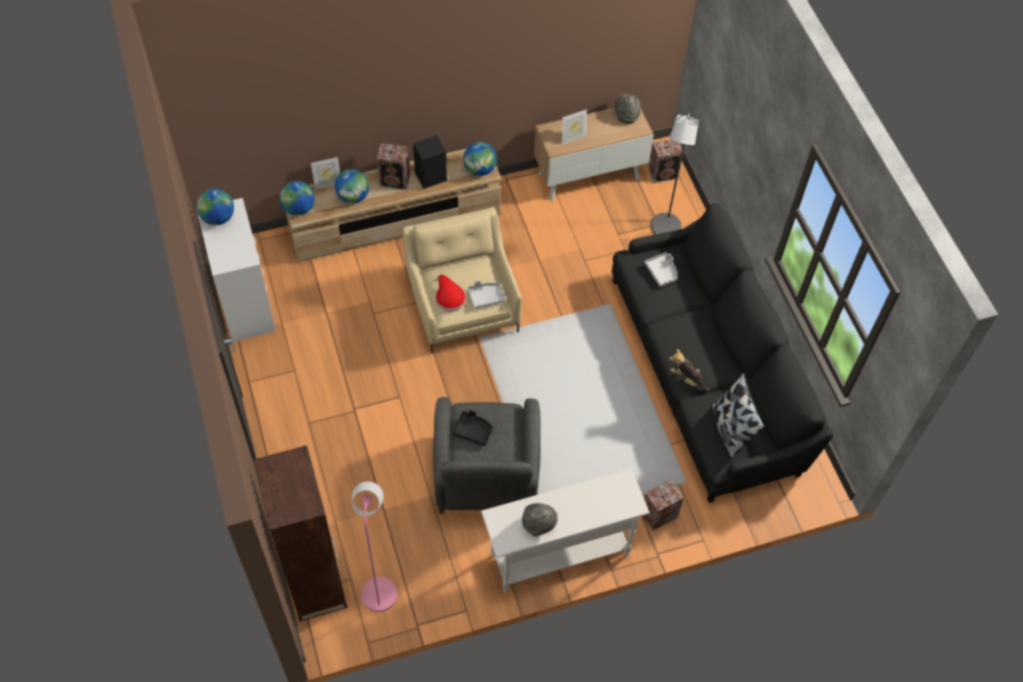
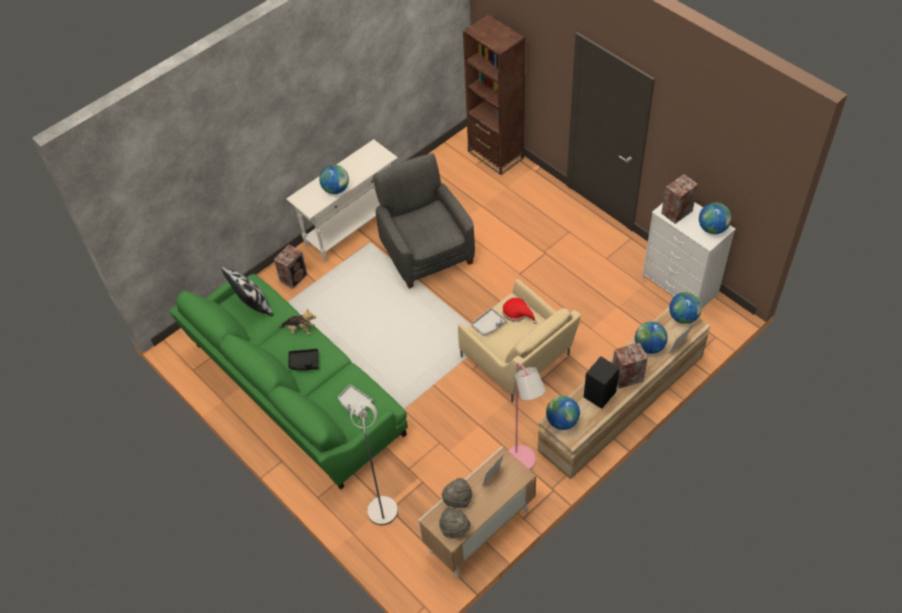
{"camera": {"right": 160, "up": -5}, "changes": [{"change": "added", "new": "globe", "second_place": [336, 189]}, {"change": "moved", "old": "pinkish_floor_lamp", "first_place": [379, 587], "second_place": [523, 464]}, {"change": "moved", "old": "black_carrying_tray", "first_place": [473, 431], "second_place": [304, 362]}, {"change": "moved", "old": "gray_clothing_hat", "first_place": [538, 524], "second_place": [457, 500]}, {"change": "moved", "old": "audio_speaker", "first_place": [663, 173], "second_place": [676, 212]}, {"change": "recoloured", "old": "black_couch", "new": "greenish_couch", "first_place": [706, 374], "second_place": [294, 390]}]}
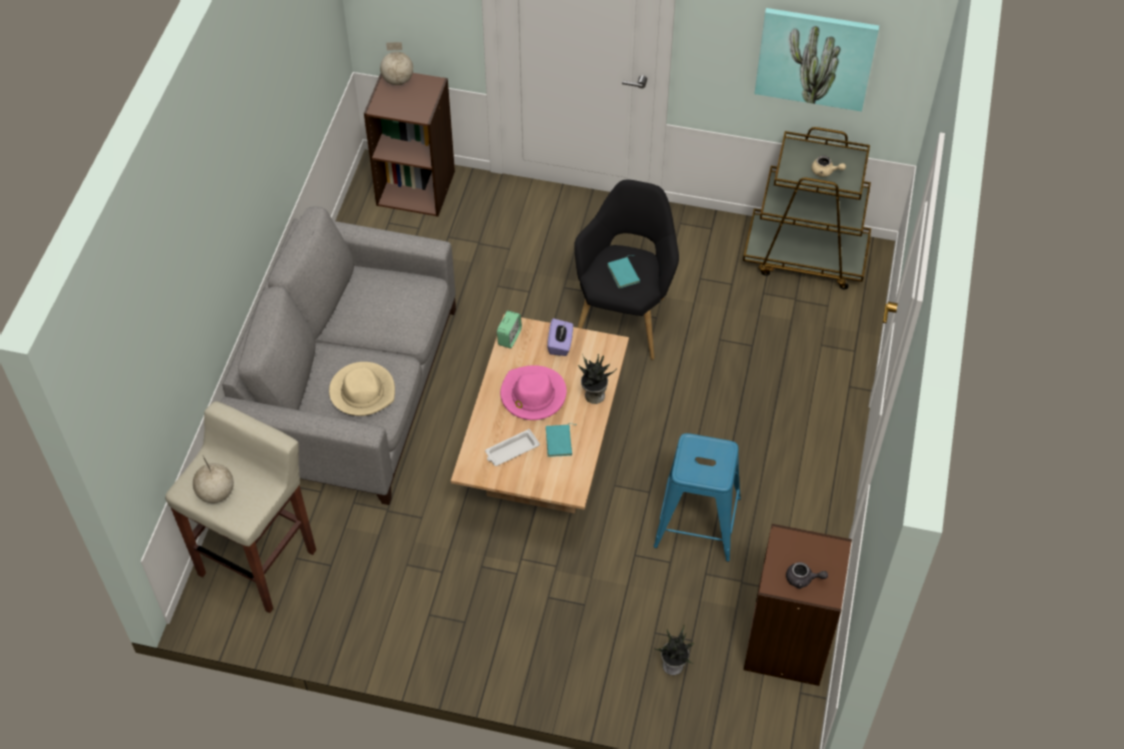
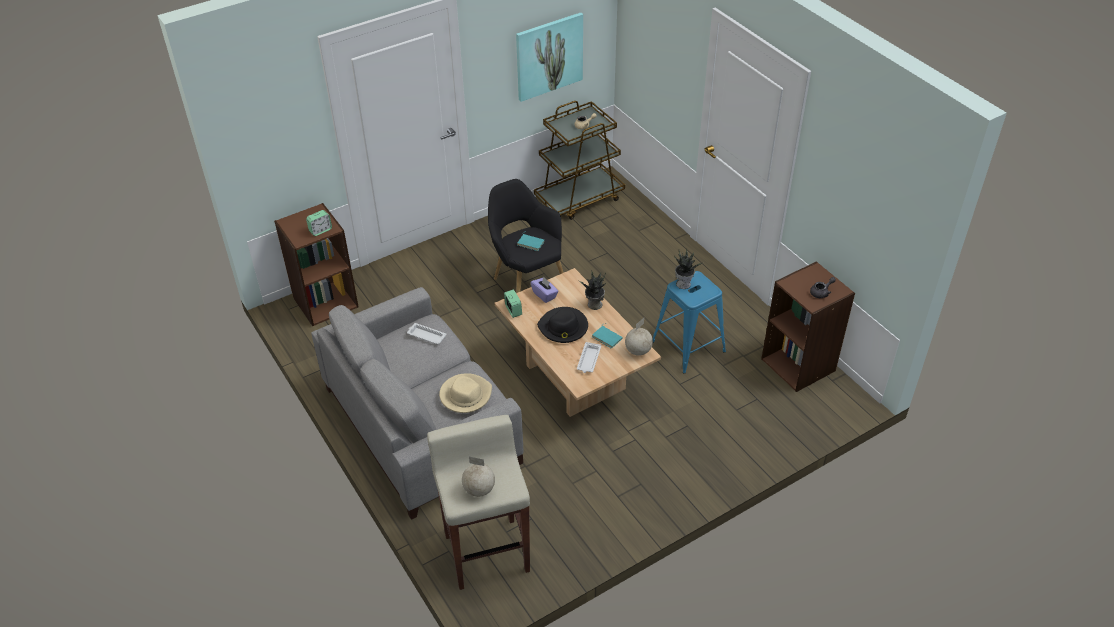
{"camera": {"right": -45, "up": -10}, "changes": [{"change": "added", "new": "table_clock", "second_place": [320, 230]}, {"change": "added", "new": "whitish_carrying_tray", "second_place": [426, 335]}, {"change": "moved", "old": "globe", "first_place": [397, 80], "second_place": [637, 351]}, {"change": "moved", "old": "potted_plant", "first_place": [674, 665], "second_place": [683, 283]}, {"change": "recoloured", "old": "pinkish_clothing_hat", "new": "black_clothing_hat", "first_place": [532, 395], "second_place": [563, 327]}]}
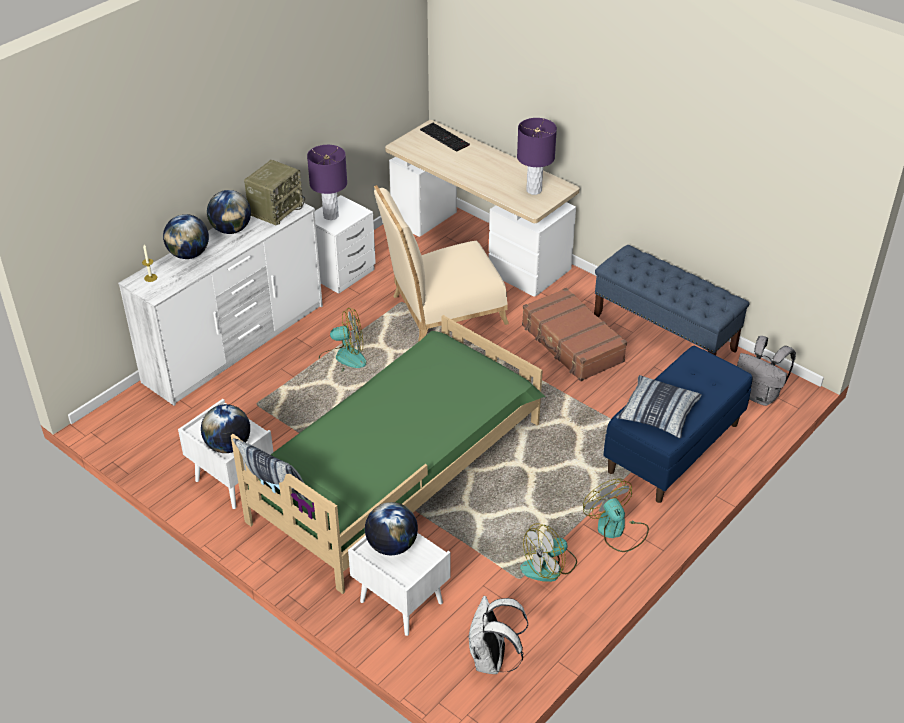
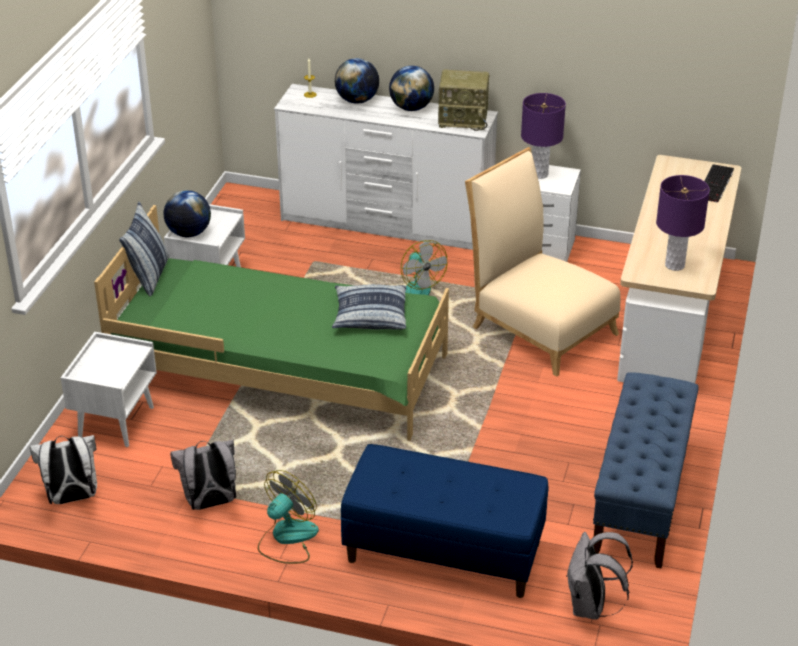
{"camera": {"right": 65, "up": -5}, "changes": [{"change": "removed", "old": "globe", "first_place": [391, 546]}, {"change": "removed", "old": "brown_piece_of_luggage", "first_place": [571, 344]}, {"change": "moved", "old": "cushion", "first_place": [658, 413], "second_place": [370, 315]}, {"change": "replaced", "old": "electric_fan", "new": "gray_backpack", "first_place": [549, 566], "second_place": [210, 503]}]}
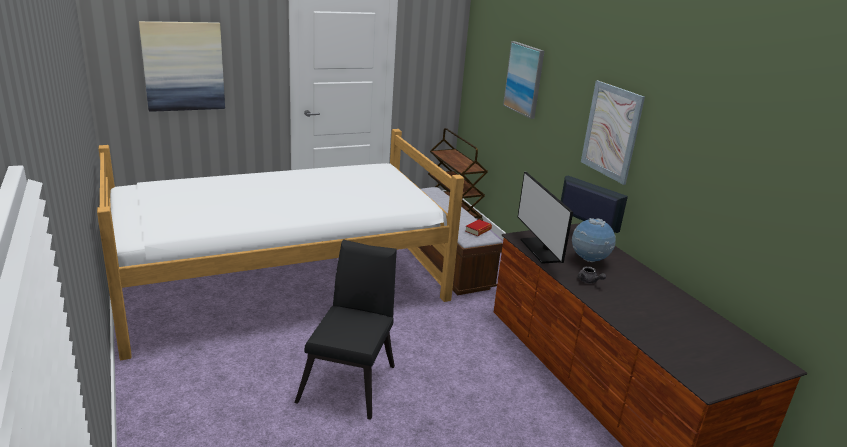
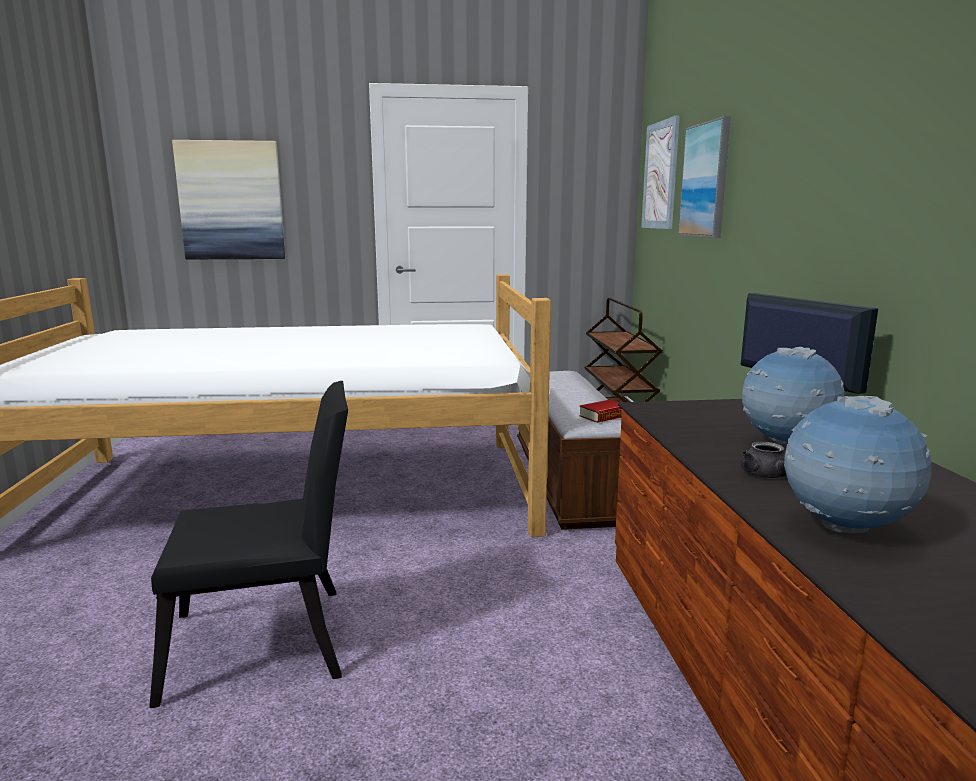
{"camera": {"right": 20, "up": -10}, "changes": [{"change": "removed", "old": "computer_screen", "first_place": [541, 250]}, {"change": "added", "new": "globe", "second_place": [844, 529]}, {"change": "moved", "old": "wall_art", "first_place": [611, 131], "second_place": [660, 175]}, {"change": "turned", "old": "black_chair", "first_place": [351, 379], "second_place": [270, 644], "degrees": 45}]}
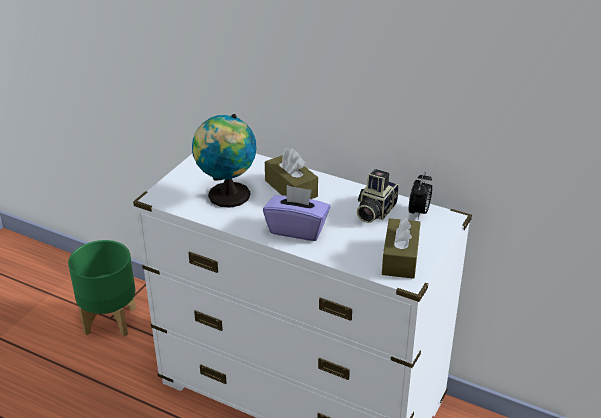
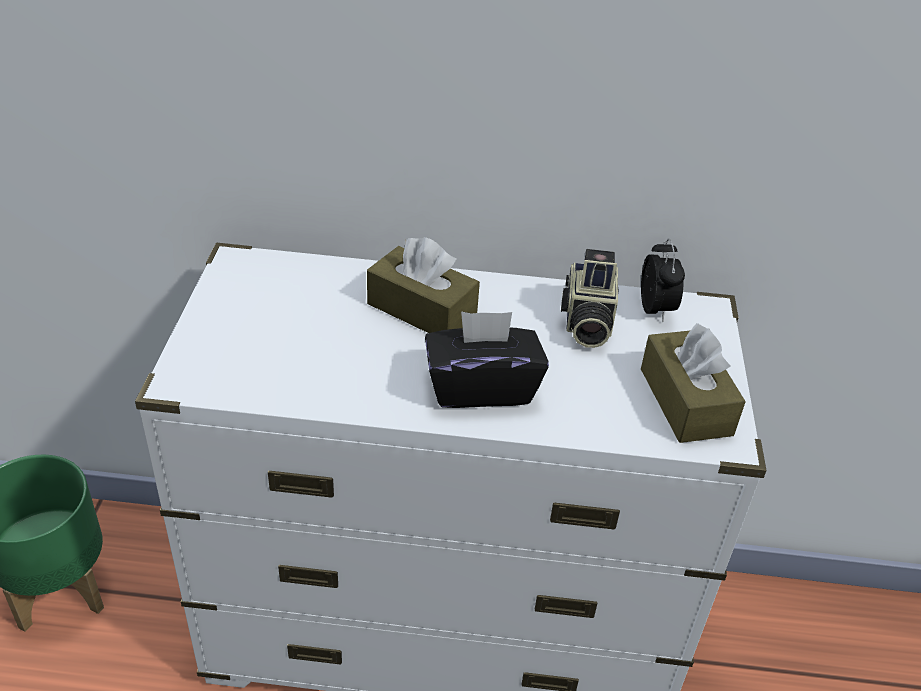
{"camera": {"right": -25, "up": 5}, "changes": [{"change": "removed", "old": "globe", "first_place": [226, 196]}, {"change": "recoloured", "old": "purplish_tissue_holder", "new": "black_tissue_holder", "first_place": [297, 229], "second_place": [481, 387]}]}
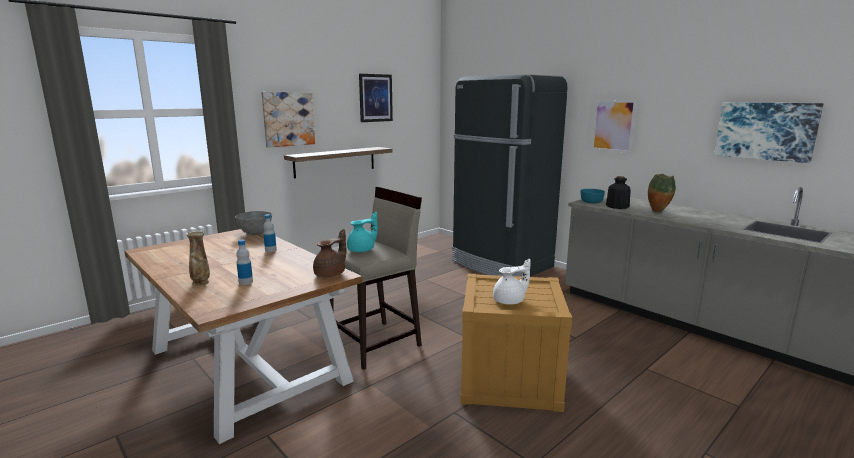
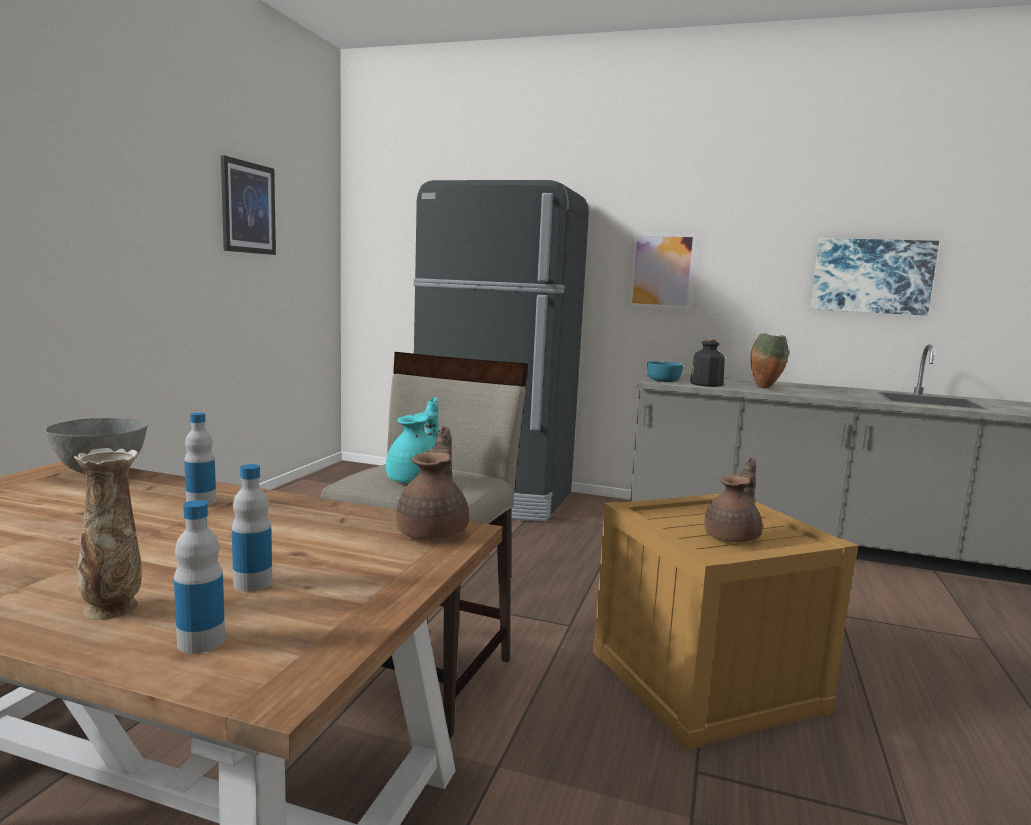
{"camera": {"right": -30, "up": -5}, "changes": [{"change": "removed", "old": "wall_art", "first_place": [288, 119]}, {"change": "removed", "old": "bracket_shelf", "first_place": [335, 162]}, {"change": "added", "new": "drink_bottle", "second_place": [201, 641]}, {"change": "recoloured", "old": "whitish_tea_pot", "new": "brown_tea_pot", "first_place": [510, 301], "second_place": [733, 537]}]}
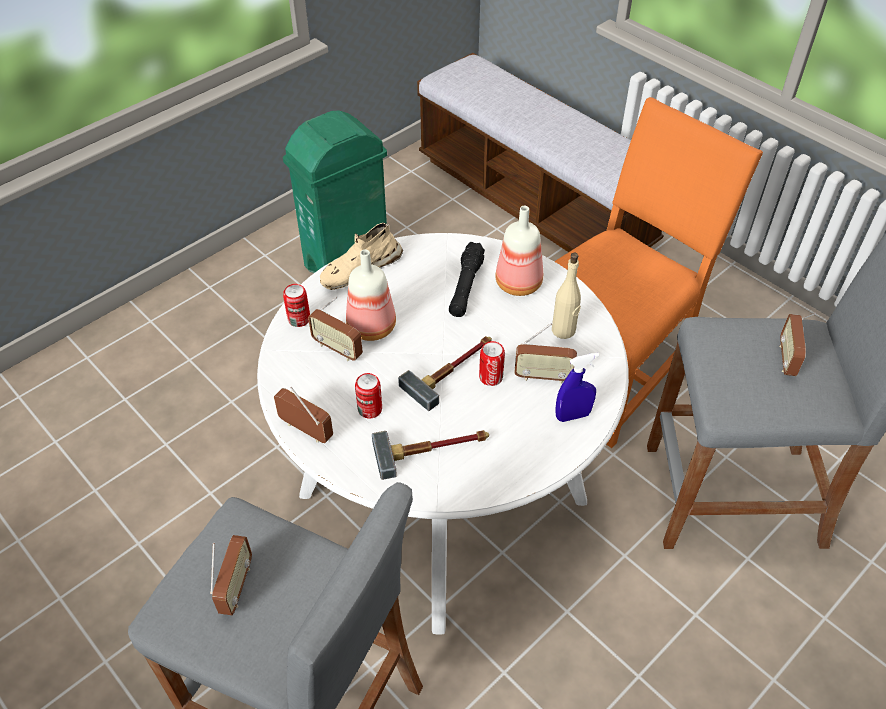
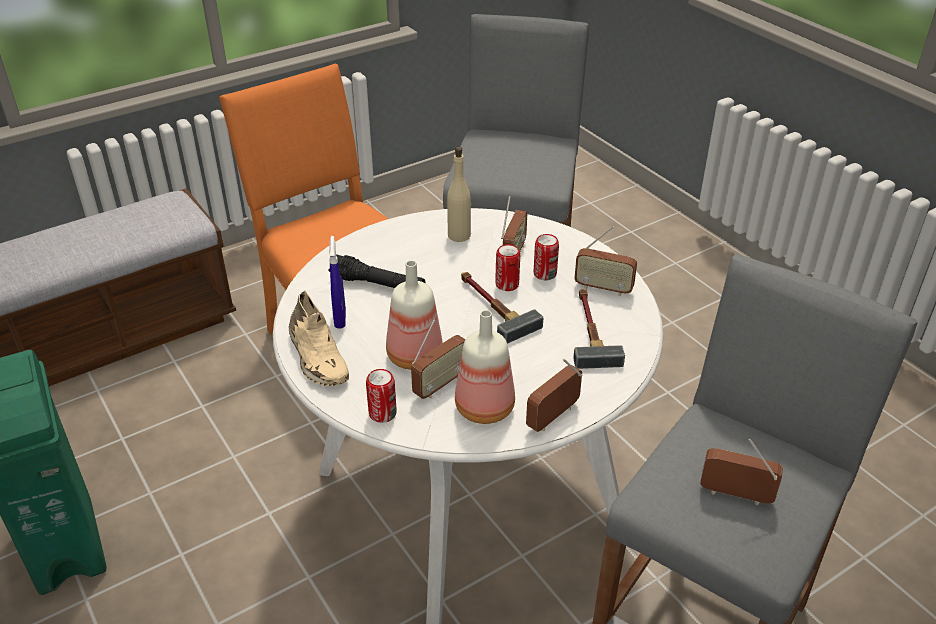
{"camera": {"right": -80, "up": -10}, "changes": [{"change": "moved", "old": "metal_can", "first_place": [370, 409], "second_place": [545, 274]}, {"change": "moved", "old": "drink_bottle", "first_place": [519, 283], "second_place": [483, 407]}, {"change": "moved", "old": "bluish_sprayer", "first_place": [572, 415], "second_place": [340, 318]}, {"change": "moved", "old": "radio", "first_place": [787, 359], "second_place": [603, 288]}]}
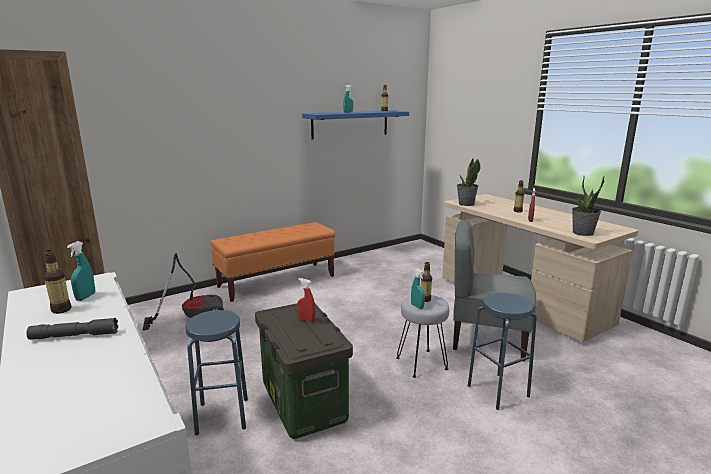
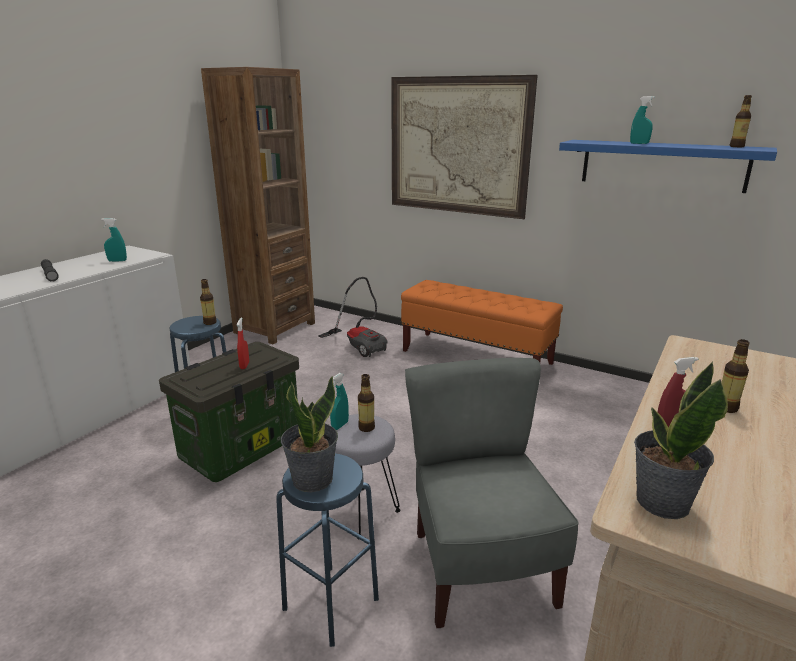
{"camera": {"right": 65, "up": 5}, "changes": [{"change": "added", "new": "wall_art", "second_place": [457, 146]}, {"change": "moved", "old": "drink_bottle", "first_place": [61, 310], "second_place": [210, 322]}, {"change": "moved", "old": "potted_plant", "first_place": [466, 204], "second_place": [312, 479]}]}
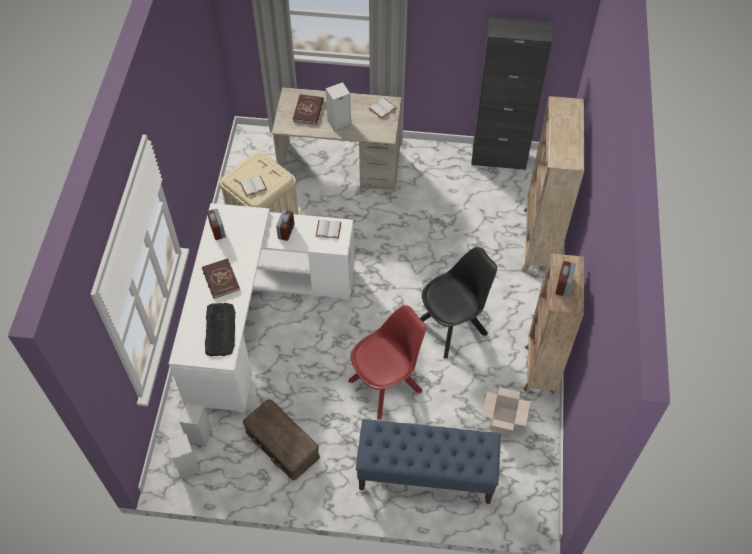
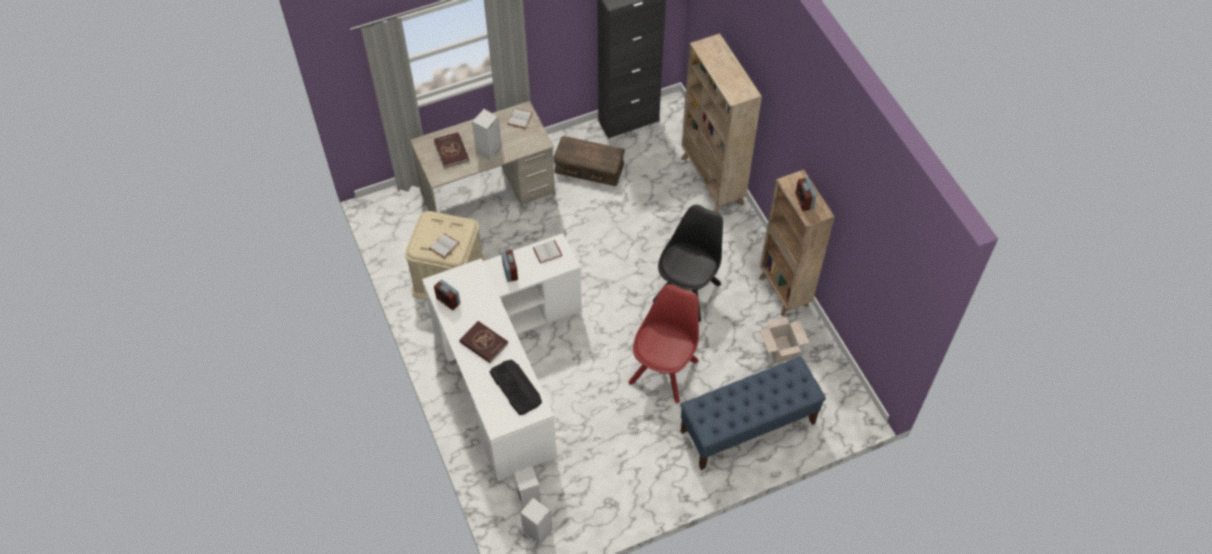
{"camera": {"right": -30, "up": 0}, "changes": [{"change": "moved", "old": "brown_storage_container", "first_place": [281, 444], "second_place": [589, 168]}]}
